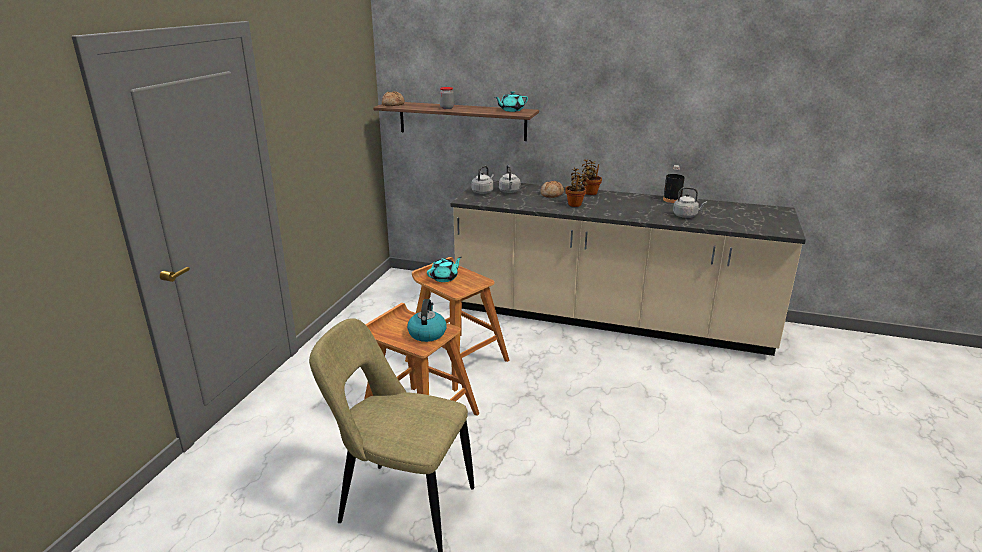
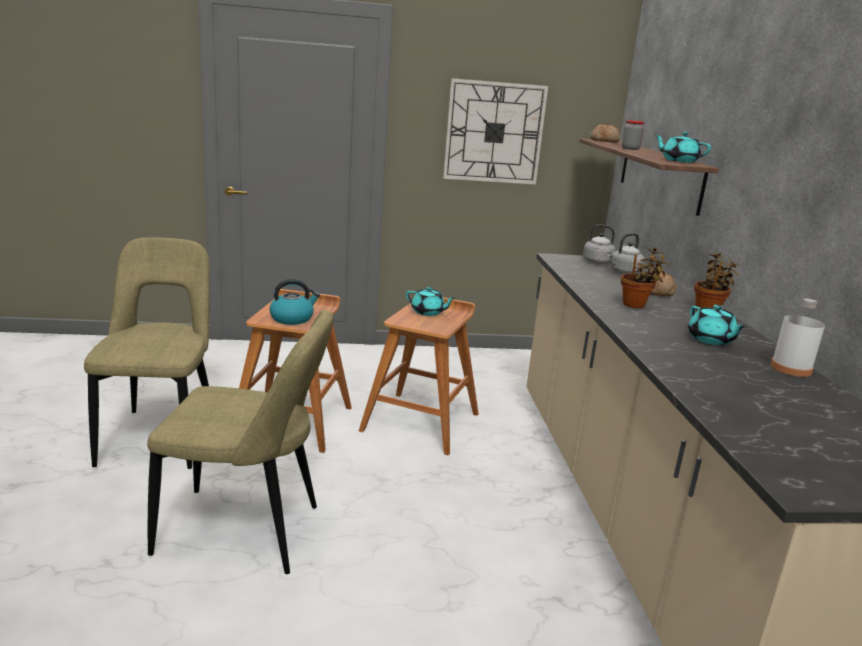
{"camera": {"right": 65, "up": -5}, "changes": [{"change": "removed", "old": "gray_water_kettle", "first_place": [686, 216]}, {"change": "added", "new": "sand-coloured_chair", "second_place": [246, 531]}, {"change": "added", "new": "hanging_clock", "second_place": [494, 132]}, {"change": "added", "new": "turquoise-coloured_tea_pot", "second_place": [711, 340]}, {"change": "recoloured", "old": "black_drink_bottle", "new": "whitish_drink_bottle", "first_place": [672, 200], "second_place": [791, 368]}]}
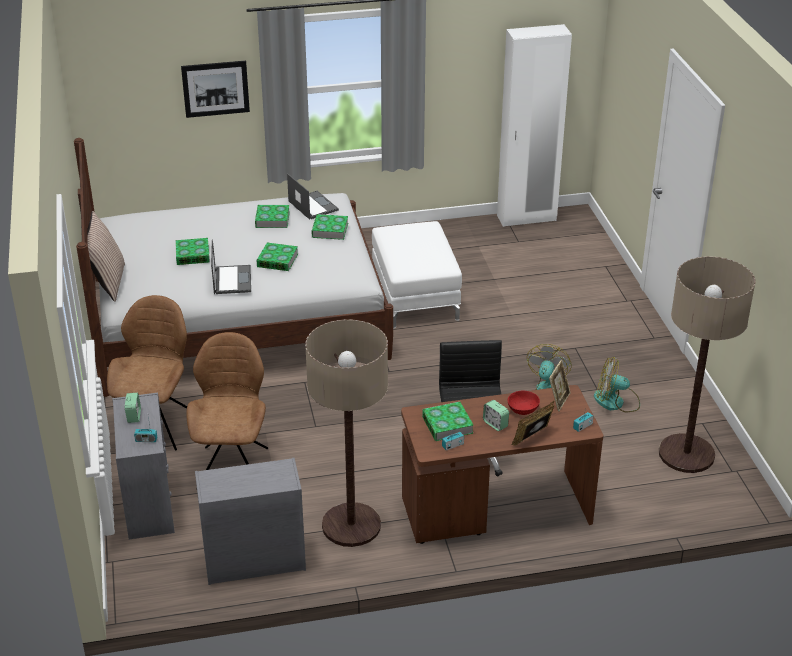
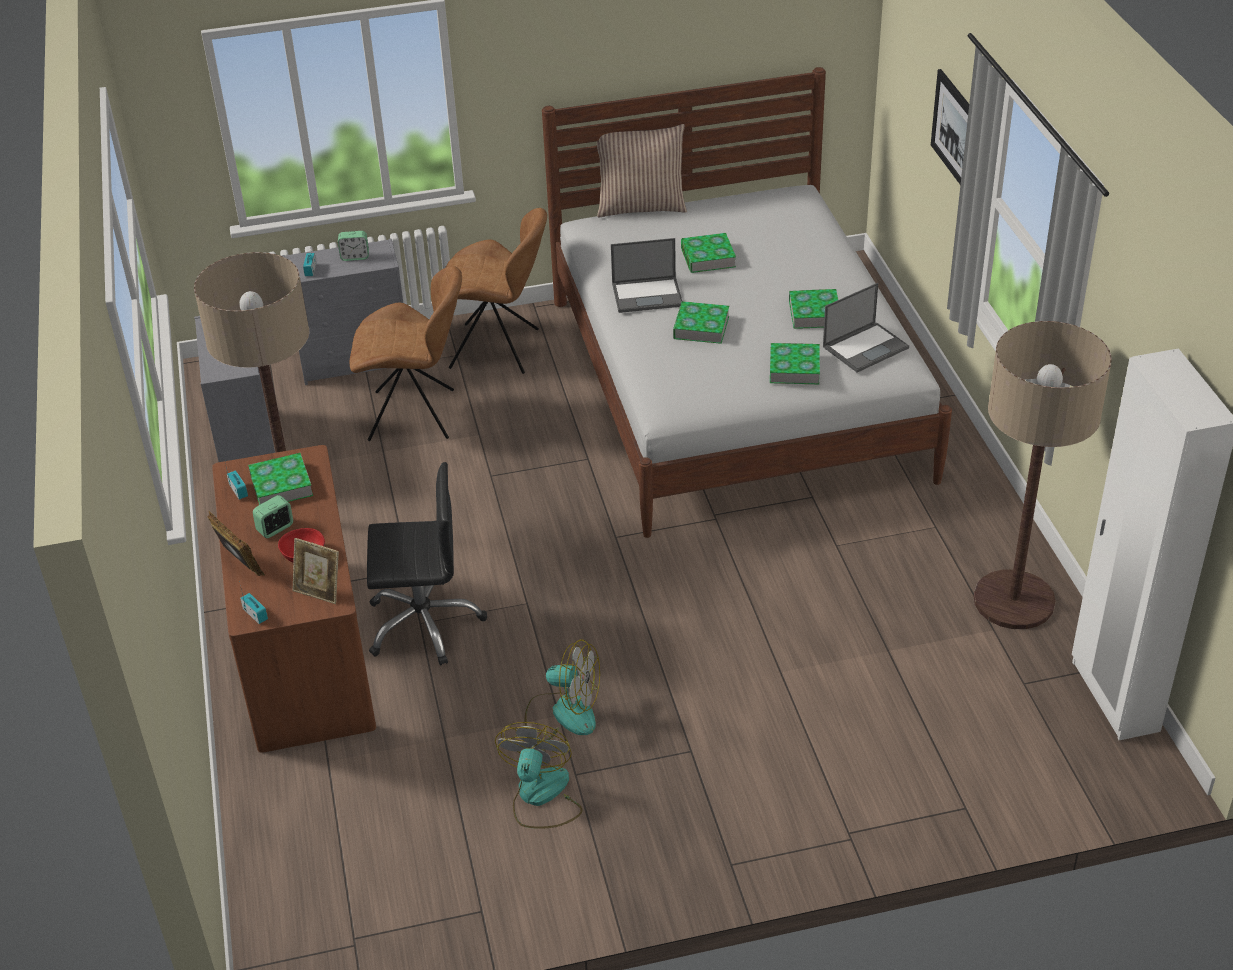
{"camera": {"right": 90, "up": 5}, "changes": [{"change": "removed", "old": "whitish_ottoman", "first_place": [414, 296]}, {"change": "moved", "old": "floor_lamp", "first_place": [686, 454], "second_place": [1013, 601]}]}
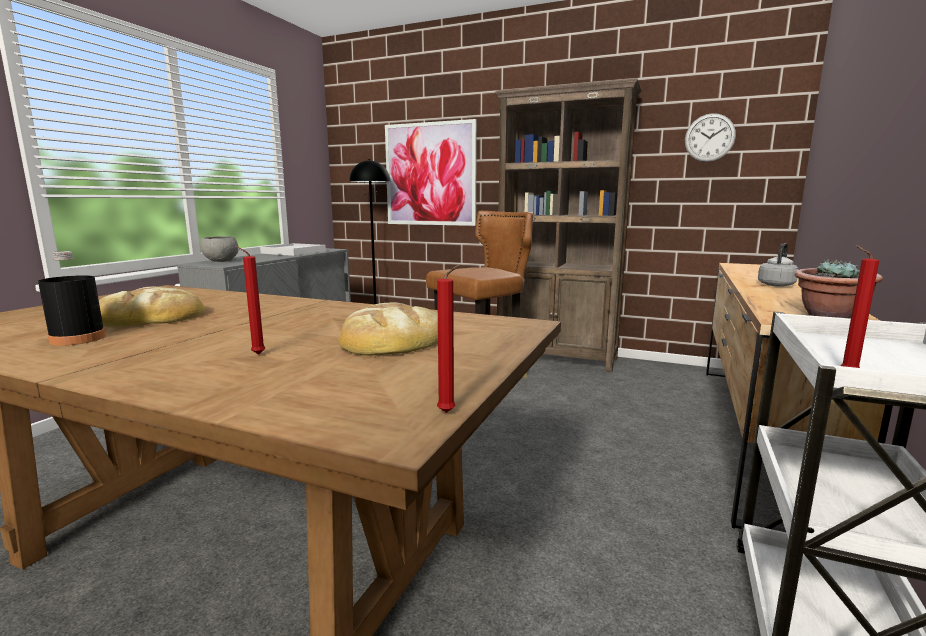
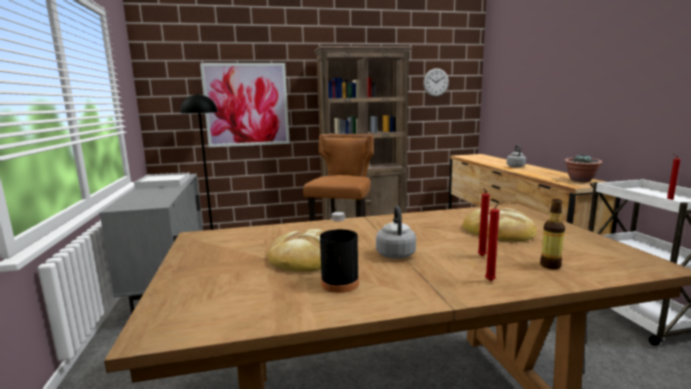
{"camera": {"right": -35, "up": 0}, "changes": [{"change": "removed", "old": "gray_bowl", "first_place": [221, 261]}, {"change": "added", "new": "gray_water_kettle", "second_place": [395, 253]}, {"change": "added", "new": "drink_bottle", "second_place": [550, 265]}, {"change": "moved", "old": "red-coloured_candle", "first_place": [448, 413], "second_place": [491, 281]}]}
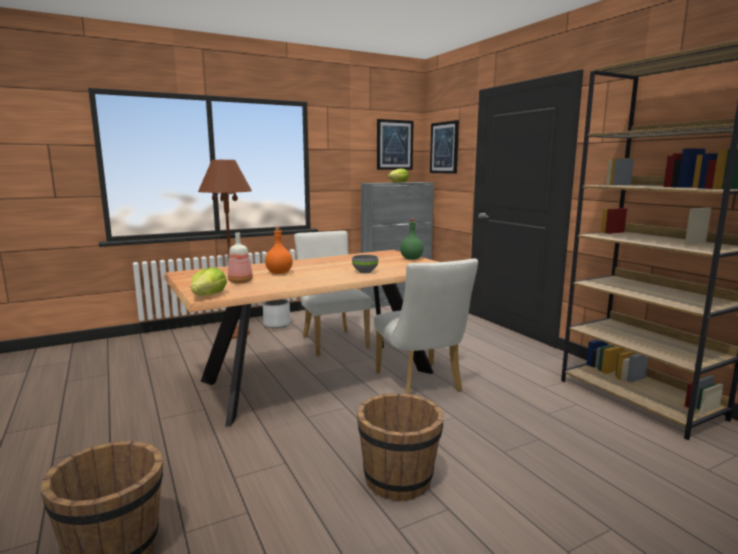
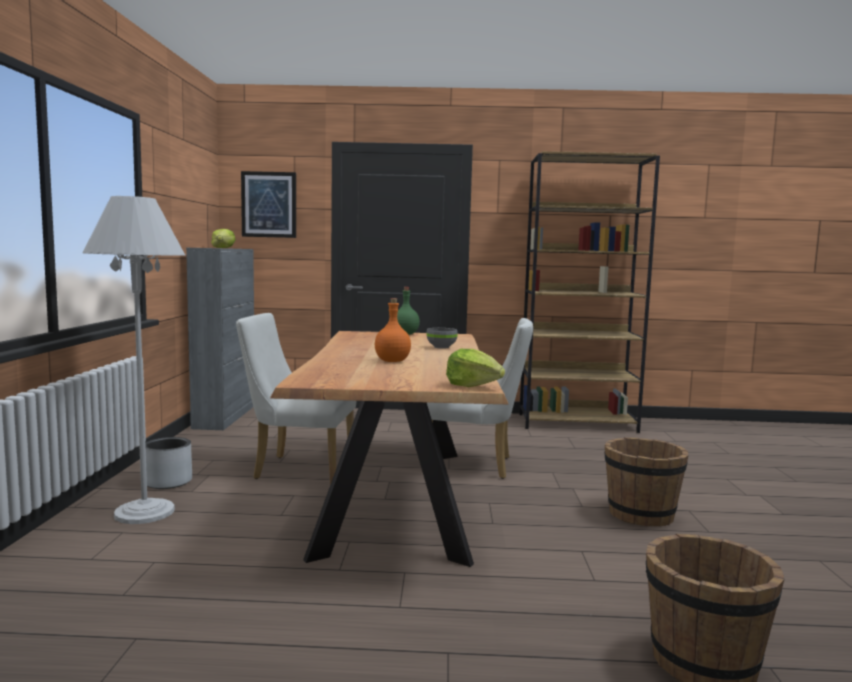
{"camera": {"right": -60, "up": -5}, "changes": [{"change": "removed", "old": "drink_bottle", "first_place": [240, 281]}, {"change": "removed", "old": "wall_art", "first_place": [394, 145]}, {"change": "recoloured", "old": "brown_floor_lamp", "new": "whitish_floor_lamp", "first_place": [234, 333], "second_place": [144, 512]}]}
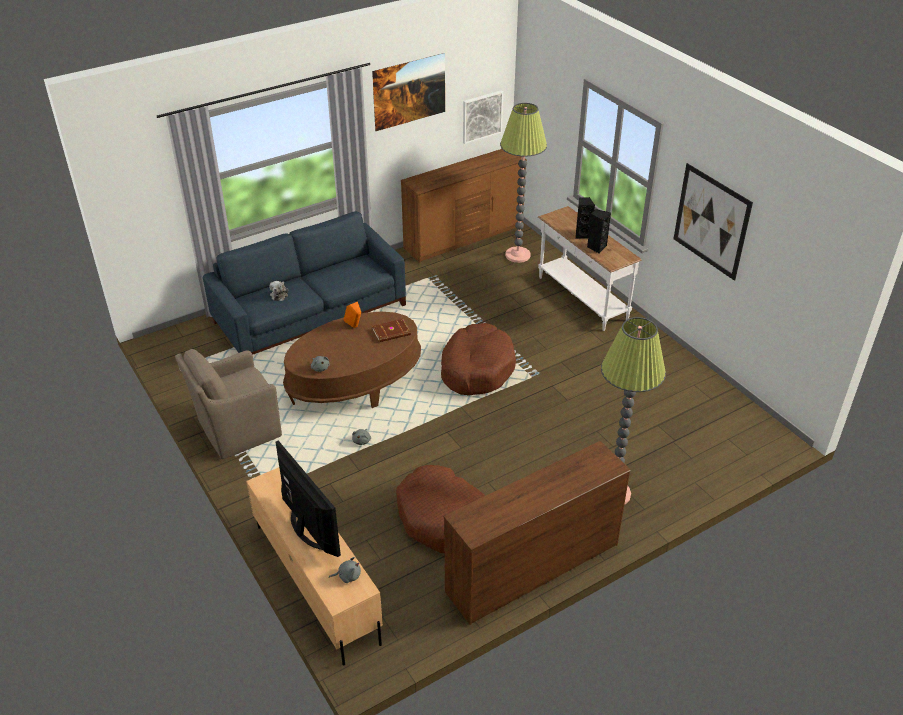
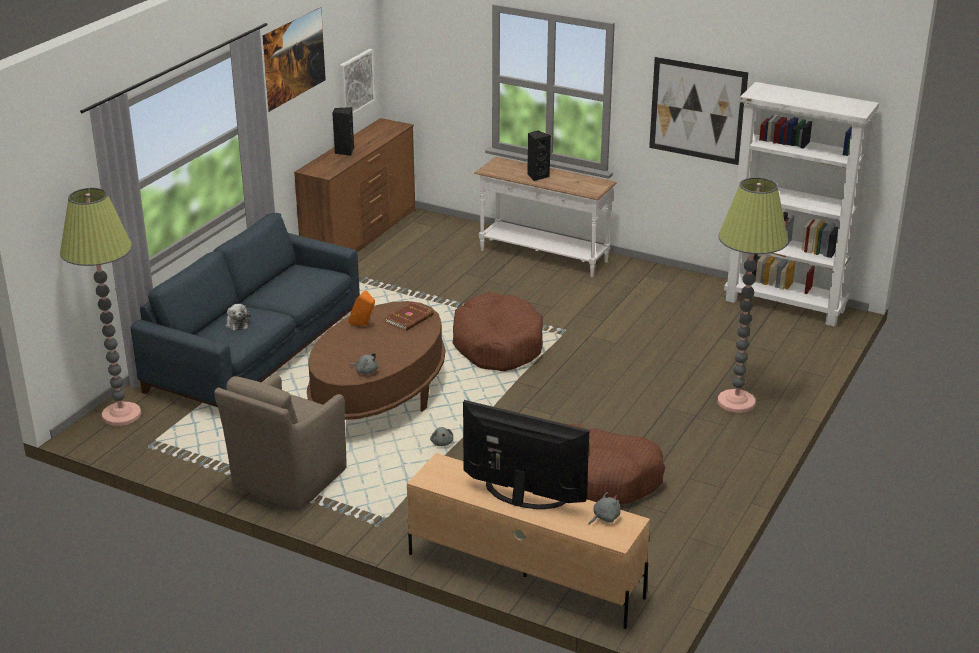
{"camera": {"right": -30, "up": -10}, "changes": [{"change": "removed", "old": "brown_chest_of_drawers", "first_place": [531, 568]}, {"change": "added", "new": "whitish_bookshelf", "second_place": [786, 305]}, {"change": "moved", "old": "floor_lamp", "first_place": [517, 255], "second_place": [121, 415]}, {"change": "moved", "old": "black_audio_speaker", "first_place": [596, 247], "second_place": [344, 151]}]}
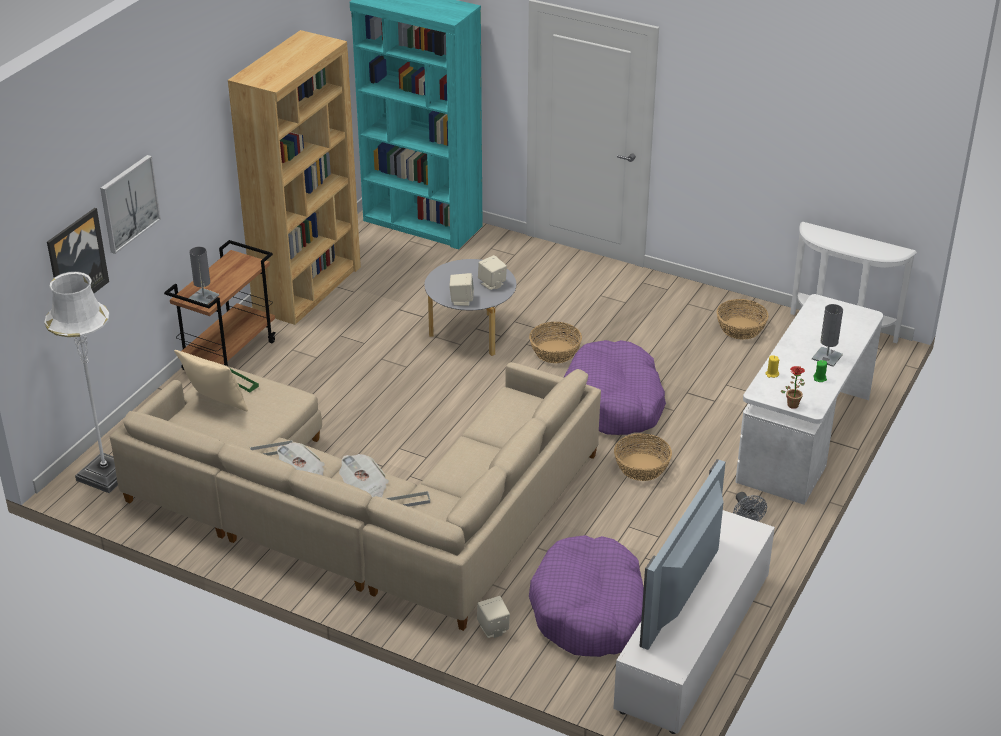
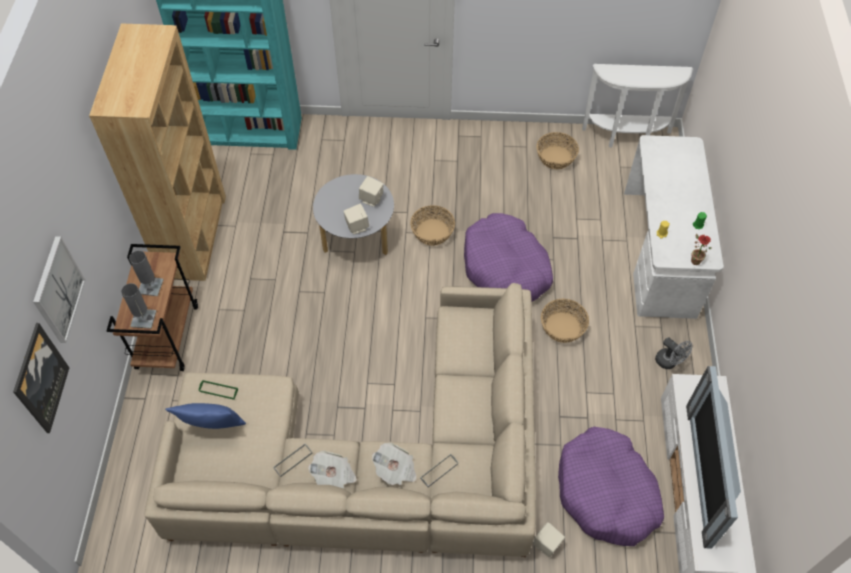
{"camera": {"right": -25, "up": 20}, "changes": [{"change": "removed", "old": "whitish_floor_lamp", "first_place": [105, 474]}, {"change": "moved", "old": "gray_table_lamp", "first_place": [827, 357], "second_place": [150, 286]}, {"change": "recoloured", "old": "sand-coloured_cushion", "new": "bluish_cushion", "first_place": [215, 405], "second_place": [213, 428]}]}
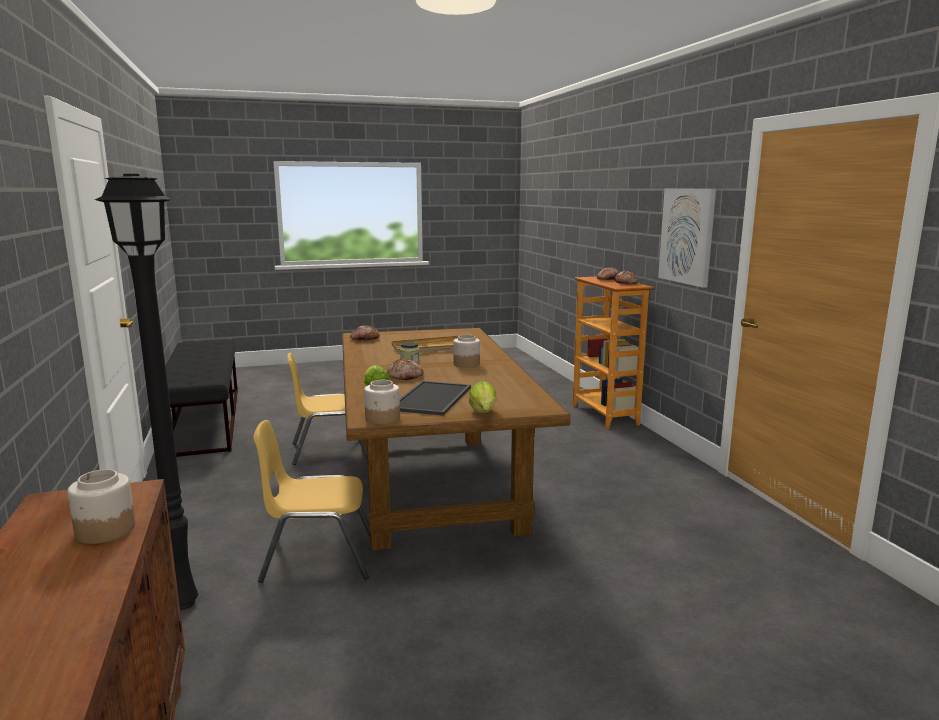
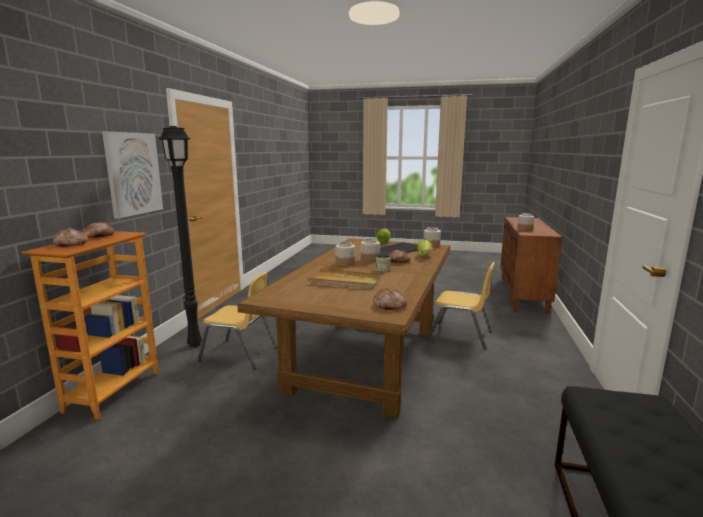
{"camera": {"right": -150, "up": 0}, "changes": [{"change": "added", "new": "storage_jar", "second_place": [370, 259]}, {"change": "moved", "old": "black_floor_lamp", "first_place": [183, 605], "second_place": [195, 344]}, {"change": "moved", "old": "yellow_chair", "first_place": [329, 450], "second_place": [239, 354]}]}
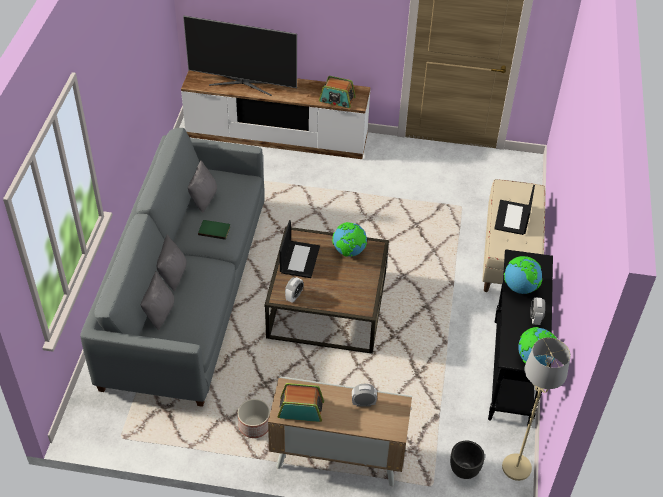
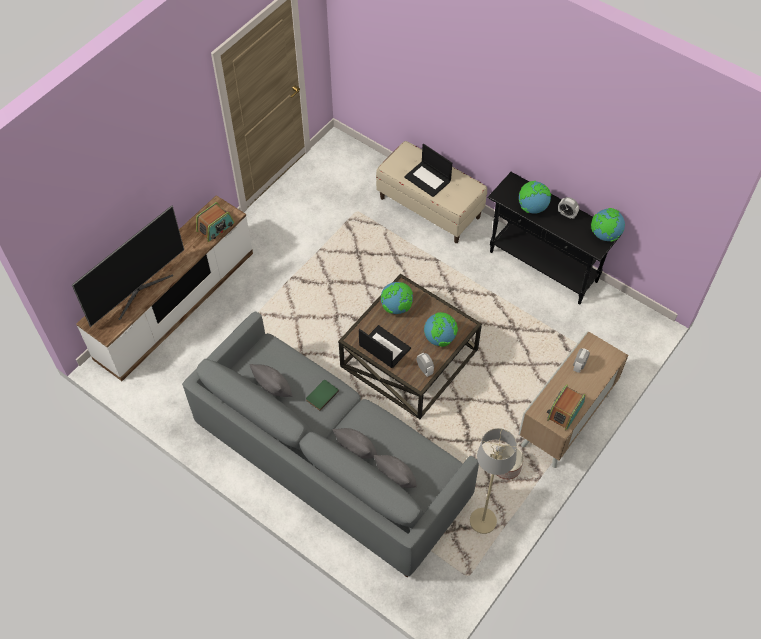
{"camera": {"right": -60, "up": 10}, "changes": [{"change": "removed", "old": "black_plant_pot", "first_place": [464, 470]}, {"change": "added", "new": "globe", "second_place": [440, 338]}, {"change": "moved", "old": "sand-coloured_floor_lamp", "first_place": [516, 467], "second_place": [483, 521]}]}
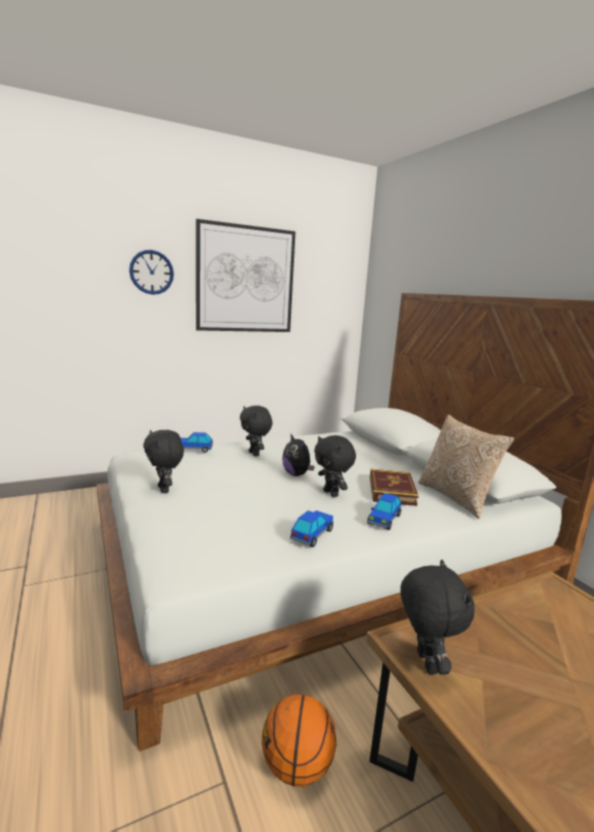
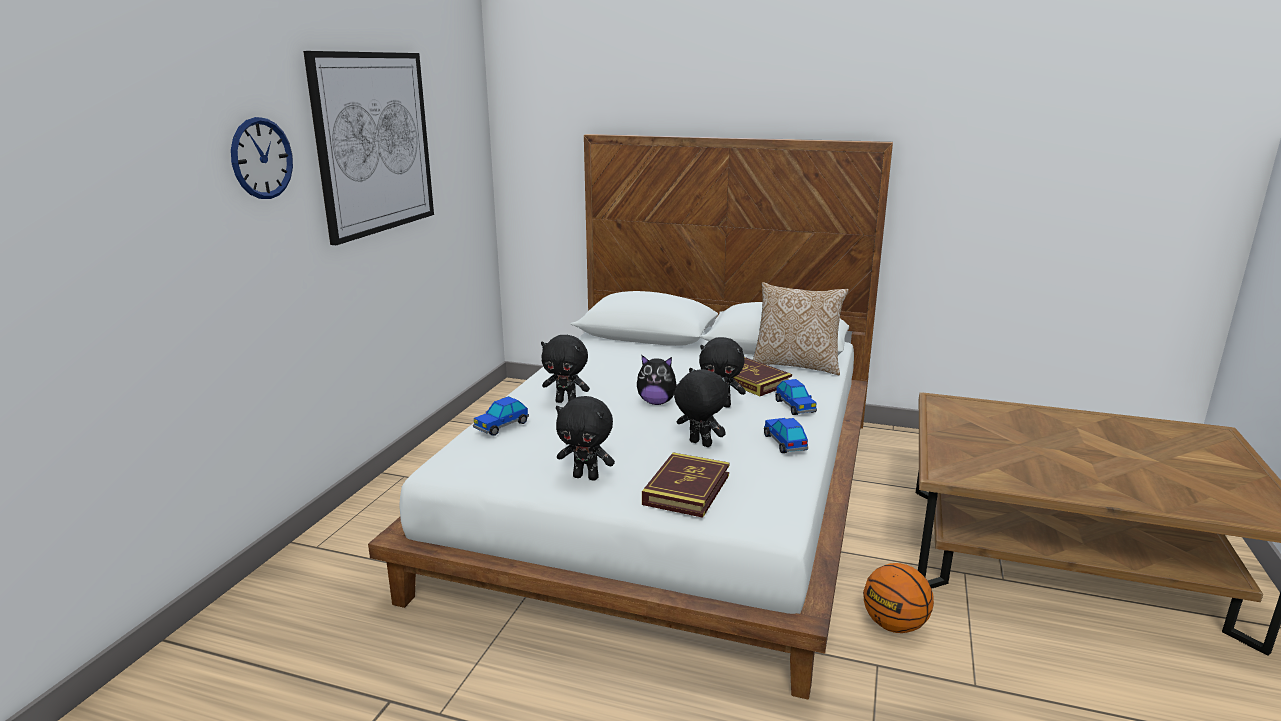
{"camera": {"right": -45, "up": 5}, "changes": [{"change": "added", "new": "book", "second_place": [686, 489]}, {"change": "moved", "old": "black_plush_toy", "first_place": [424, 662], "second_place": [699, 444]}]}
